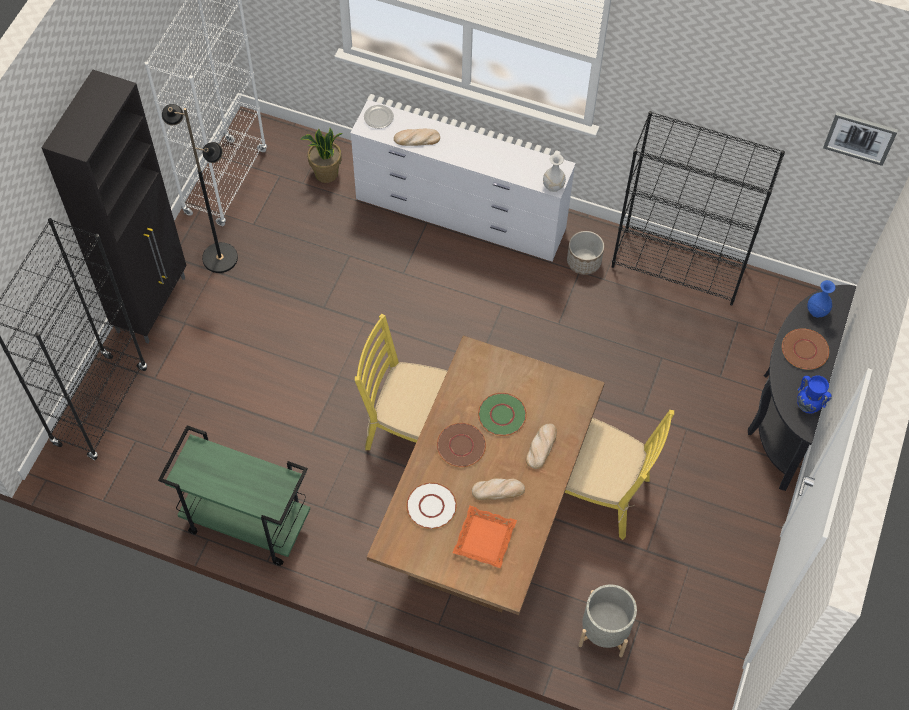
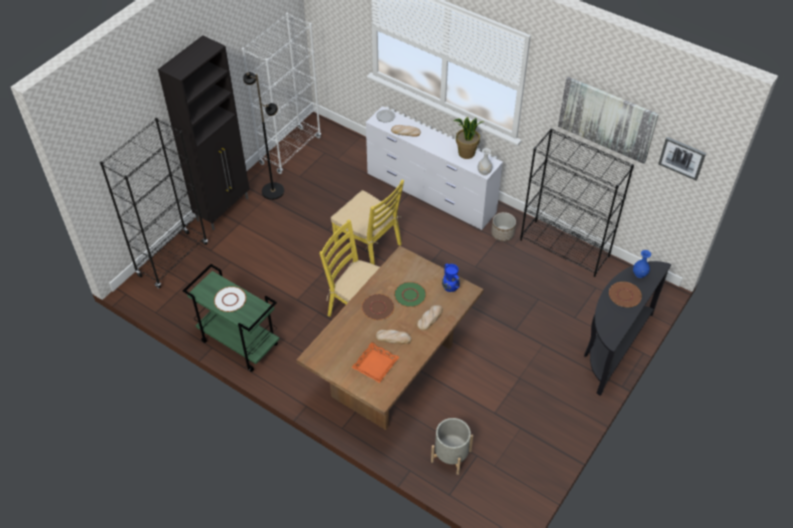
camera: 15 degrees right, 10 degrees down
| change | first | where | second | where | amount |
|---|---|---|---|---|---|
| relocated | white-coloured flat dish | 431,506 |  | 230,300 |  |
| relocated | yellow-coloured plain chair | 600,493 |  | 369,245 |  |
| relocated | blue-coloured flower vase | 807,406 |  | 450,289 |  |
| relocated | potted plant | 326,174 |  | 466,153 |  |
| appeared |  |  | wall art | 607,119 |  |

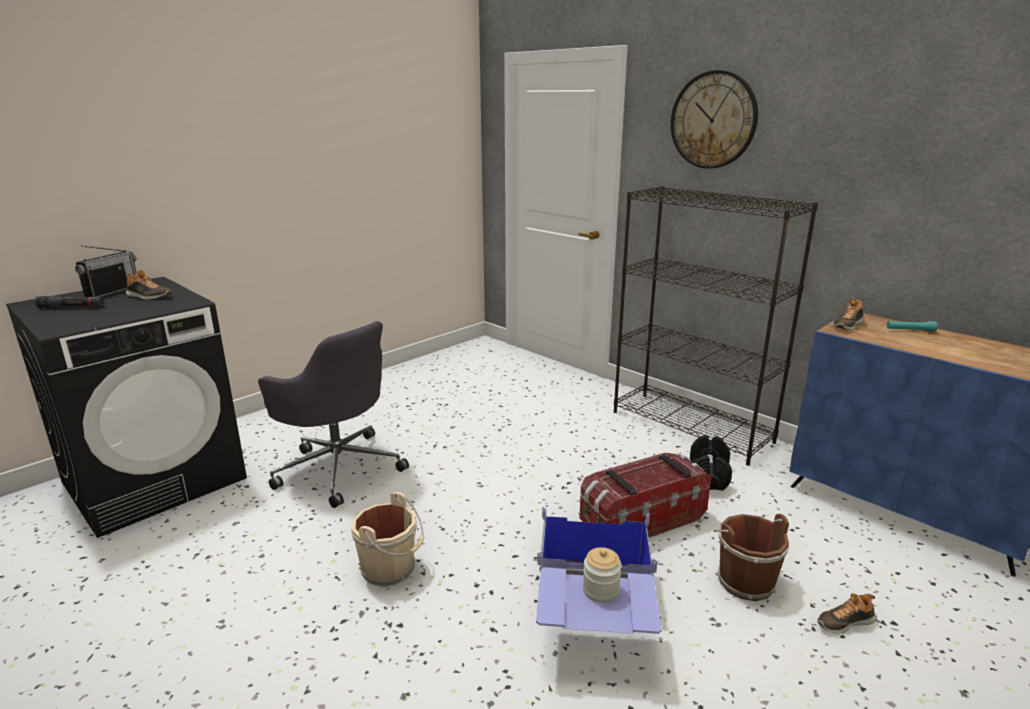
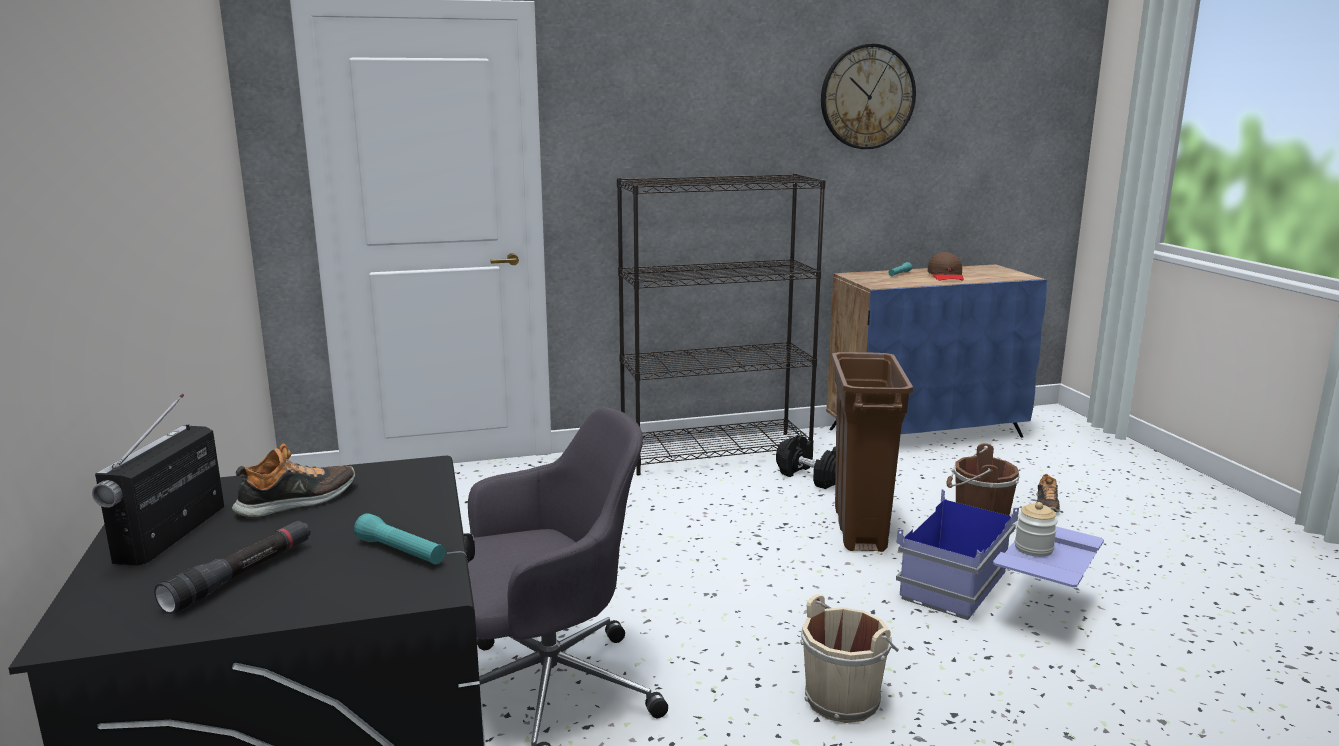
camera: 60 degrees left, 5 degrees down
| change | first | where | second | where | amount |
|---|---|---|---|---|---|
| spun | radio | 112,291 |  | 172,534 | 135 degrees counterclockwise |
| appeared |  |  | turquoise-coloured torch | 401,552 |  |
| relocated | wall clock | 713,120 |  | 867,97 |  |
| exchanged | storage bin | 641,520 | brown rubbish bin | 860,530 |  |
| appeared |  |  | brown baseball cap | 946,276 |  |
| missing | shoe | 847,325 |  |  |  |

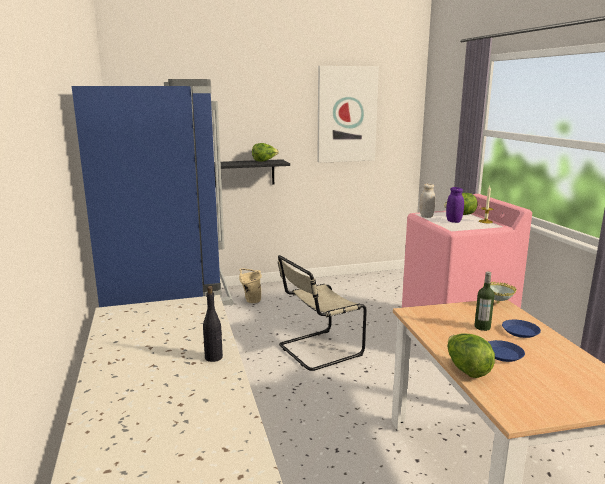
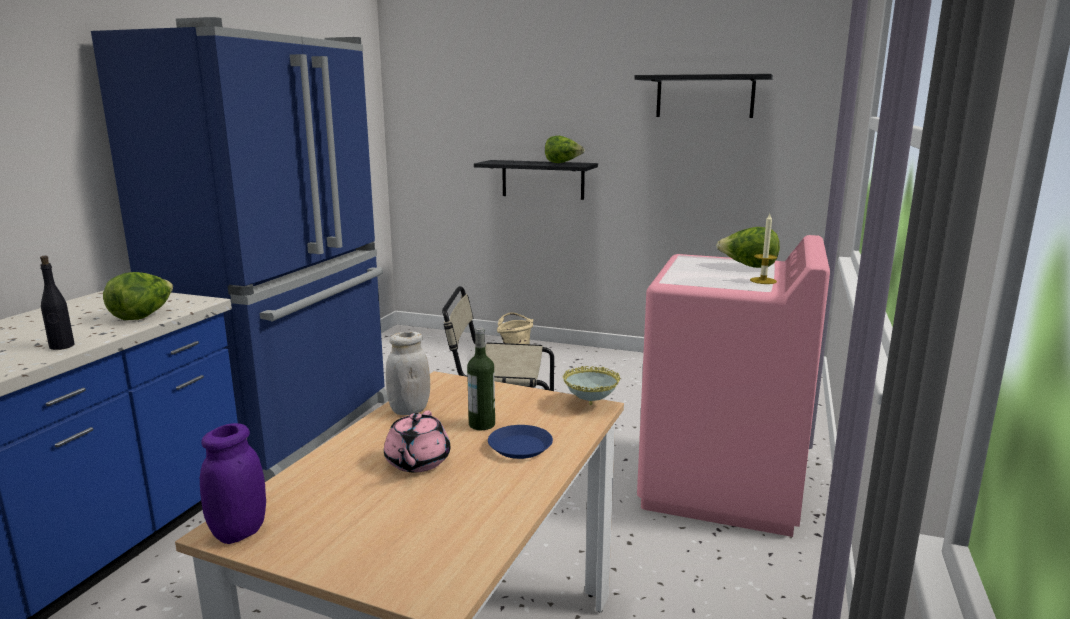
camera: 35 degrees right, 0 degrees up
| change | first | where | second | where | amount |
|---|---|---|---|---|---|
| relocated | lettuce | 466,370 |  | 143,316 |  |
| relocated | purple jar | 453,221 |  | 239,532 |  |
| exchanged | blue-coloured flat dish | 503,354 | pink-coloured teapot | 417,462 |  |
| relocated | white-coloured jar | 426,216 |  | 409,410 |  |
| exchanged | wall art | 346,114 | blackish shelf | 705,96 |  |

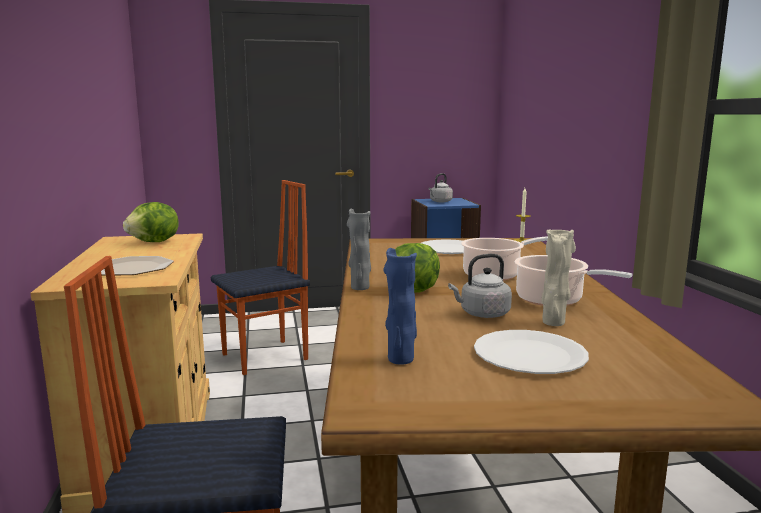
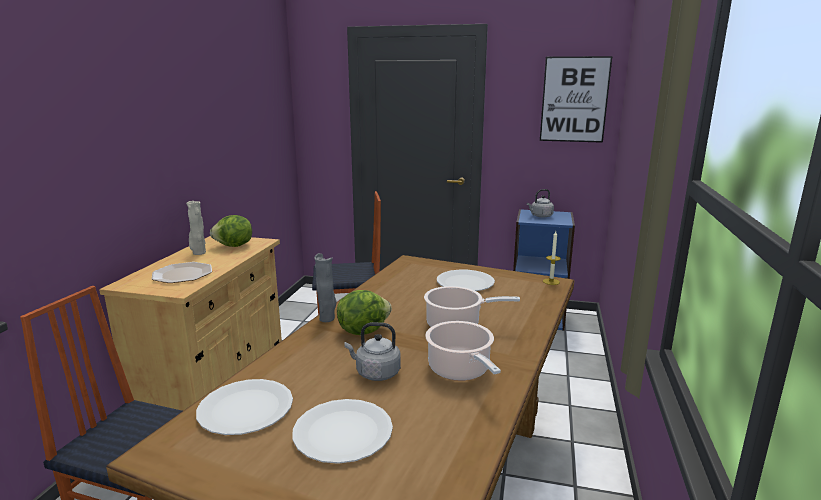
camera: 25 degrees right, 5 degrees up
| change | first | where | second | where | amount |
|---|---|---|---|---|---|
| relocated | sand-coloured flower vase | 553,323 |  | 198,253 |  |
| exchanged | blue-coloured flower vase | 401,359 | white-coloured flat dish | 246,409 |  |
| appeared |  |  | wall art | 574,99 |  |

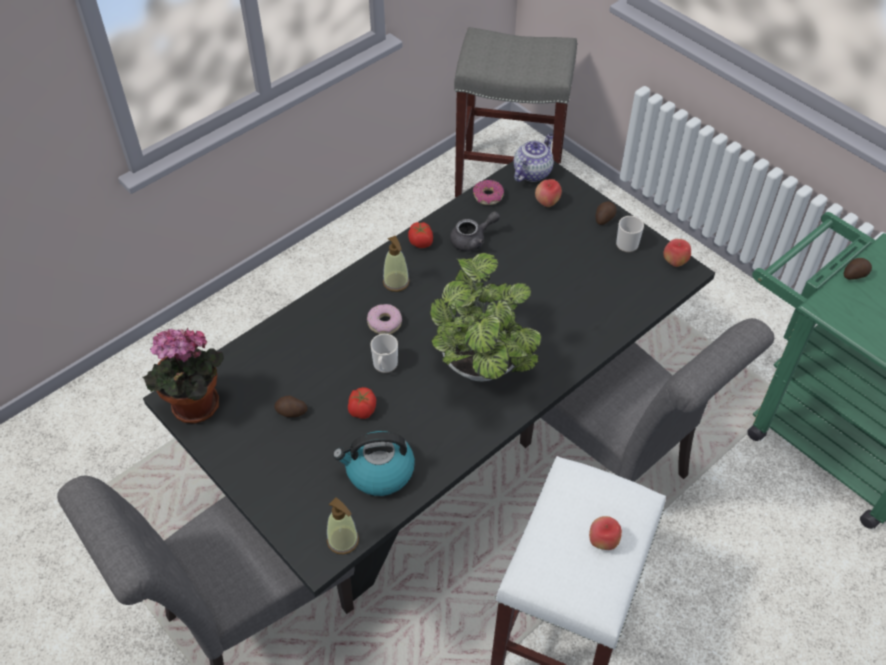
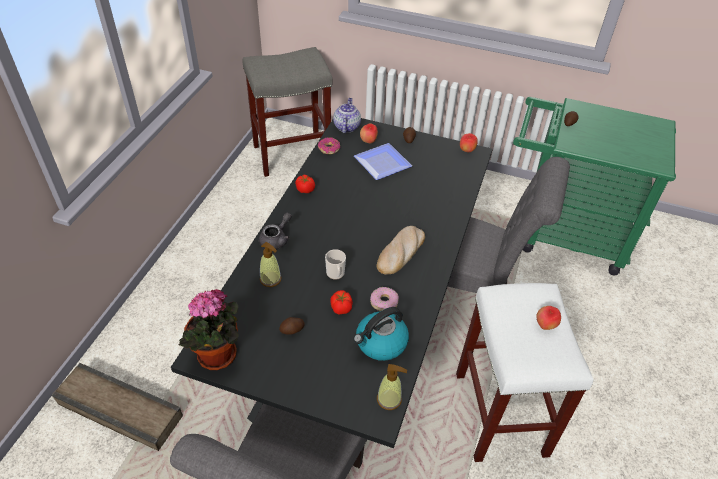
camera: 30 degrees left, 5 degrees down
| change | first | where | second | where | amount |
|---|---|---|---|---|---|
| appeared |  |  | packing crate | 119,411 |  |
| relocated | greyish teapot | 472,240 |  | 276,239 |  |
| relocated | soap dispenser | 396,282 |  | 270,279 |  |
| appeared |  |  | flat dish | 380,163 |  |
| relocated | doughnut | 384,323 |  | 384,302 |  |
| exchanged | potted plant | 482,370 | bread | 400,252 |  |
| missing | coffee mug | 628,242 |  |  |  |

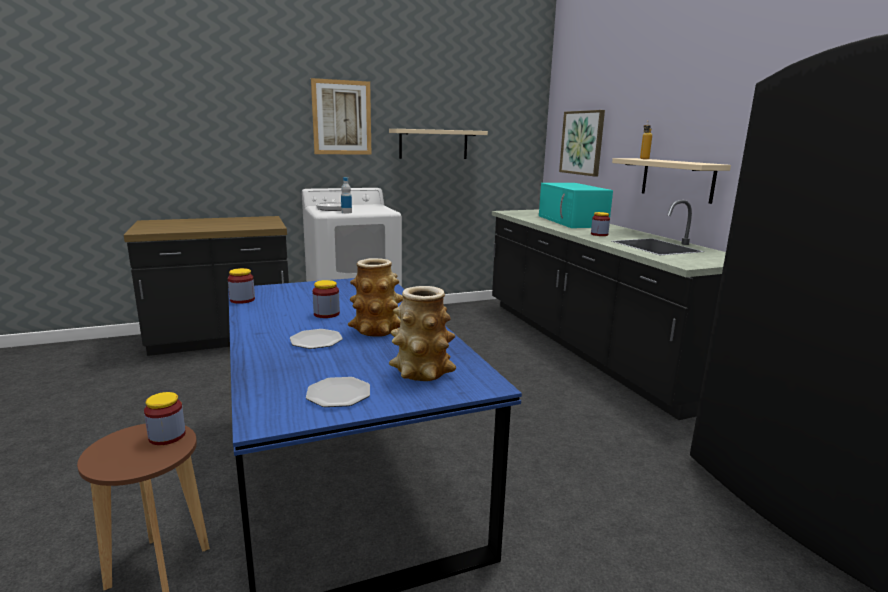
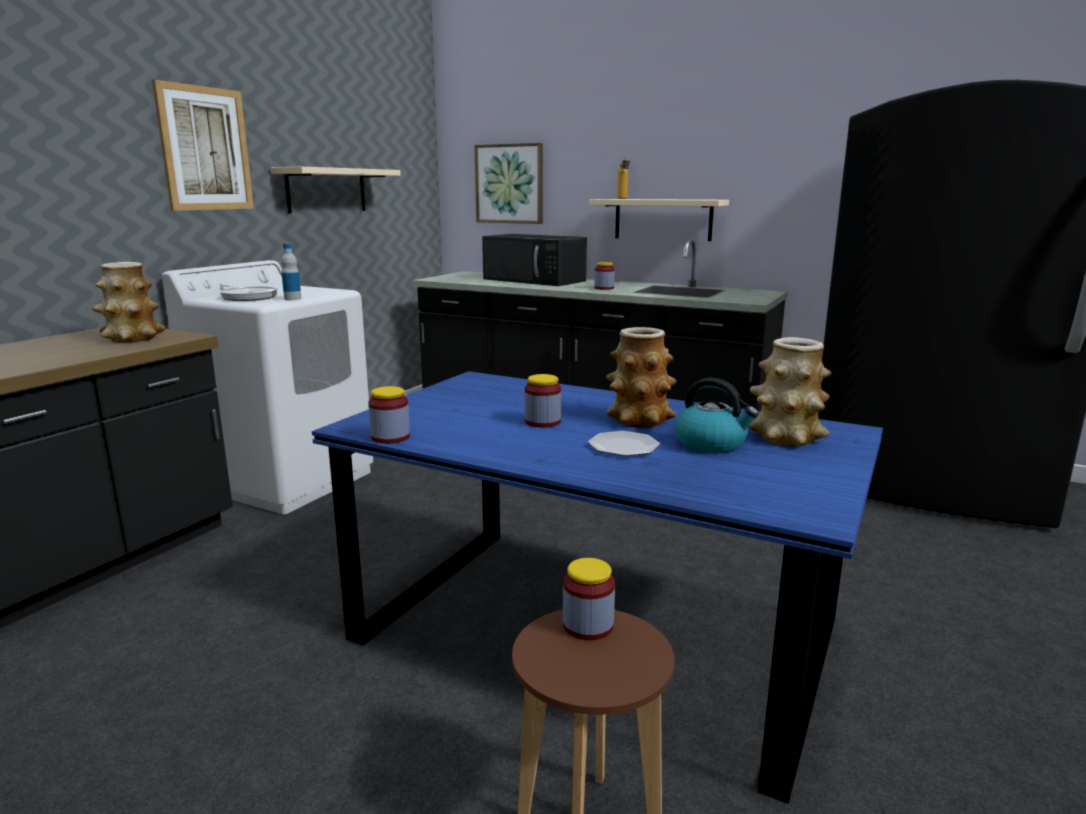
camera: 40 degrees left, 0 degrees up
| change | first | where | second | where | amount |
|---|---|---|---|---|---|
| appeared |  |  | flower vase | 132,339 |  |
| colour | turquoise-coloured microwave oven | 572,221 | blackish microwave oven | 535,280 |  |
| appeared |  |  | water kettle | 711,444 |  |
| missing | flat dish | 338,394 |  |  |  |

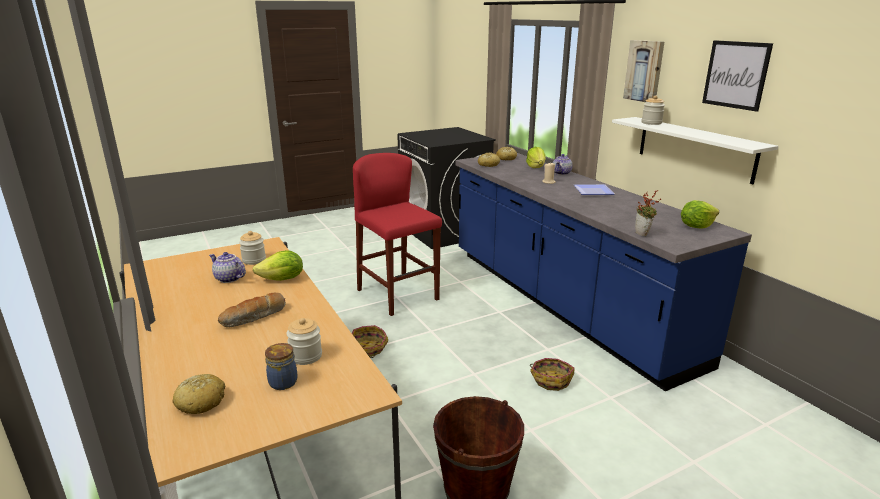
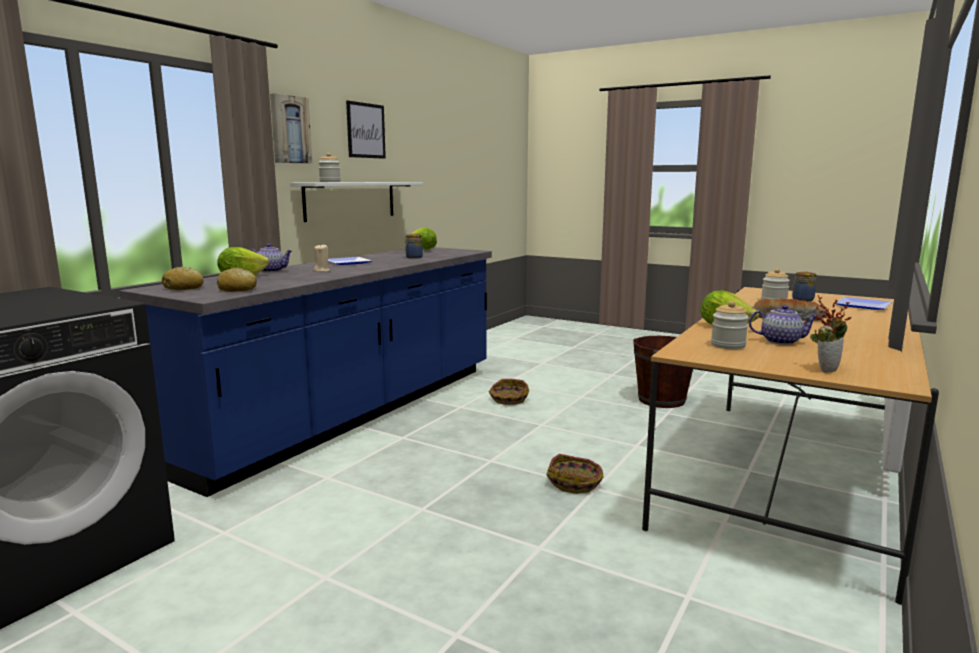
camera: 120 degrees left, 10 degrees down
| change | first | where | second | where | amount |
|---|---|---|---|---|---|
| appeared |  |  | jar | 413,257 |  |
| spun | teapot | 228,279 |  | 781,341 | 75 degrees counterclockwise |
| relocated | potted plant | 643,234 |  | 825,369 |  |
| exchanged | bread | 201,402 | flat dish | 864,306 |  |
| missing | reddish stool seat | 398,295 |  |  |  |

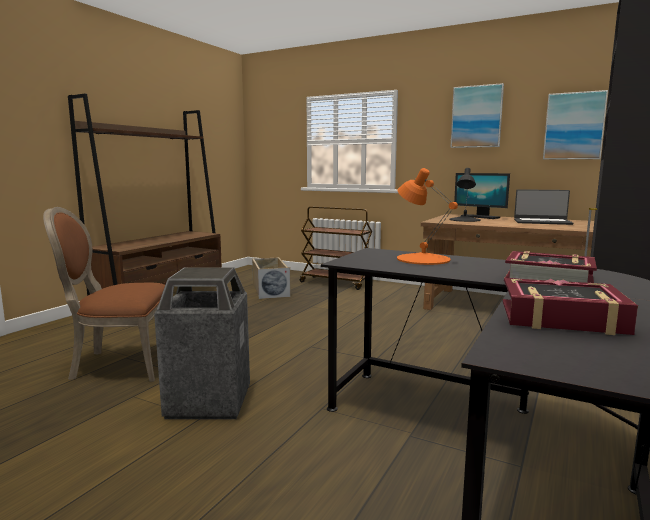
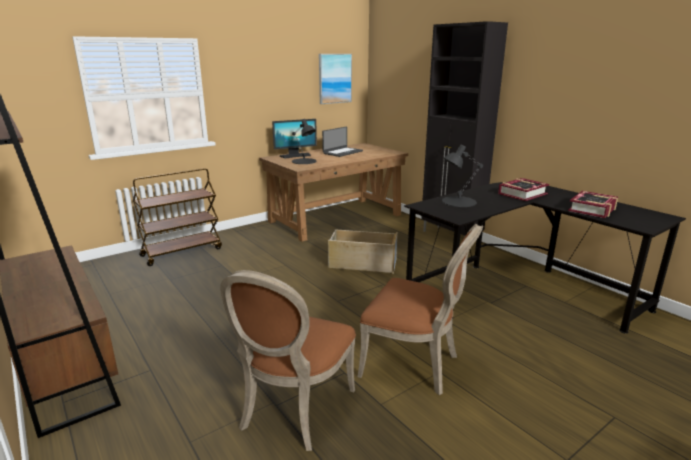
camera: 65 degrees left, 10 degrees up
| change | first | where | second | where | amount |
|---|---|---|---|---|---|
| relocated | sand-coloured storage bin | 270,290 |  | 362,264 |  |
| exchanged | rubbish bin | 208,402 | brown plain chair | 414,364 |  |
| colour | orangey tabletop lamp | 422,259 | blackish tabletop lamp | 458,201 |  |
| missing | wall art | 476,117 |  |  |  |

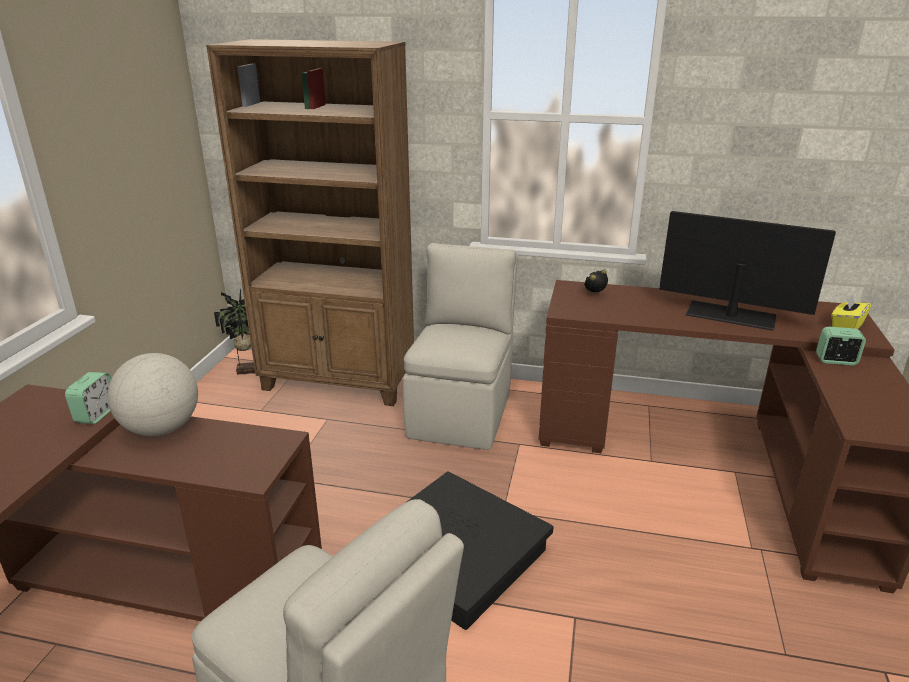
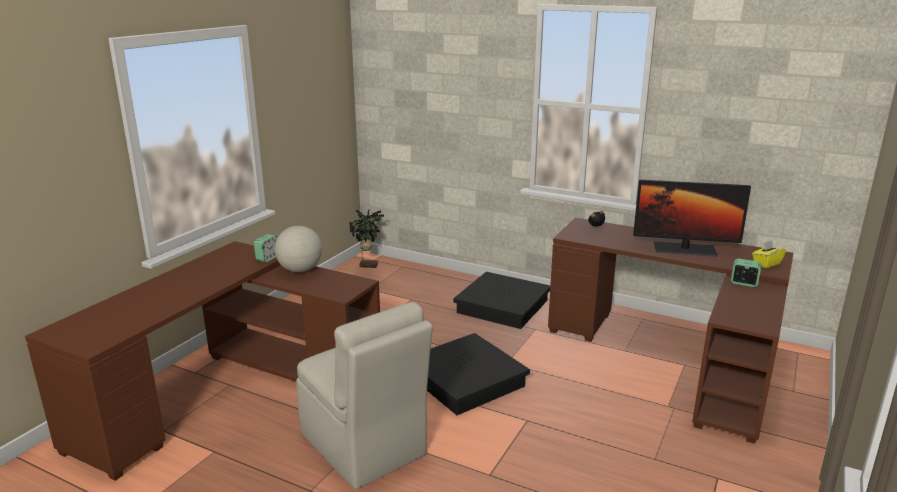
camera: 15 degrees right, 5 degrees down
| change | first | where | second | where | amount |
|---|---|---|---|---|---|
| exchanged | sand-coloured plain chair | 461,412 | blackish storage bin | 503,306 |  |
| spun | monitor | 730,315 |  | 685,249 | 150 degrees clockwise |
| missing | brown bookshelf | 339,382 |  |  |  |

